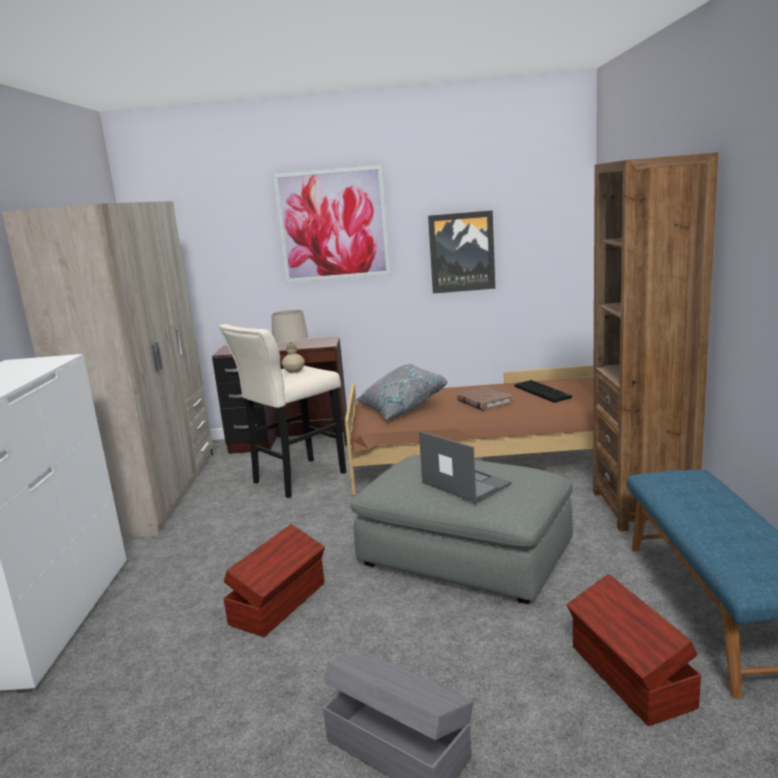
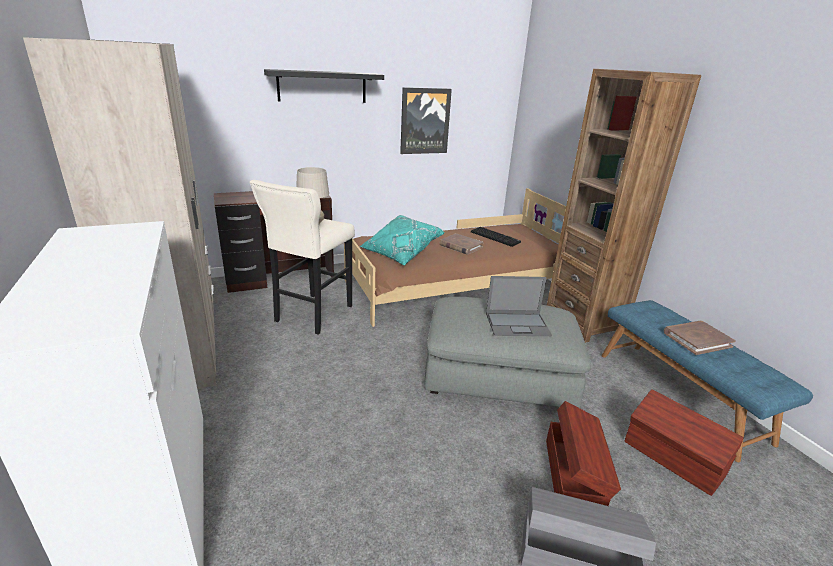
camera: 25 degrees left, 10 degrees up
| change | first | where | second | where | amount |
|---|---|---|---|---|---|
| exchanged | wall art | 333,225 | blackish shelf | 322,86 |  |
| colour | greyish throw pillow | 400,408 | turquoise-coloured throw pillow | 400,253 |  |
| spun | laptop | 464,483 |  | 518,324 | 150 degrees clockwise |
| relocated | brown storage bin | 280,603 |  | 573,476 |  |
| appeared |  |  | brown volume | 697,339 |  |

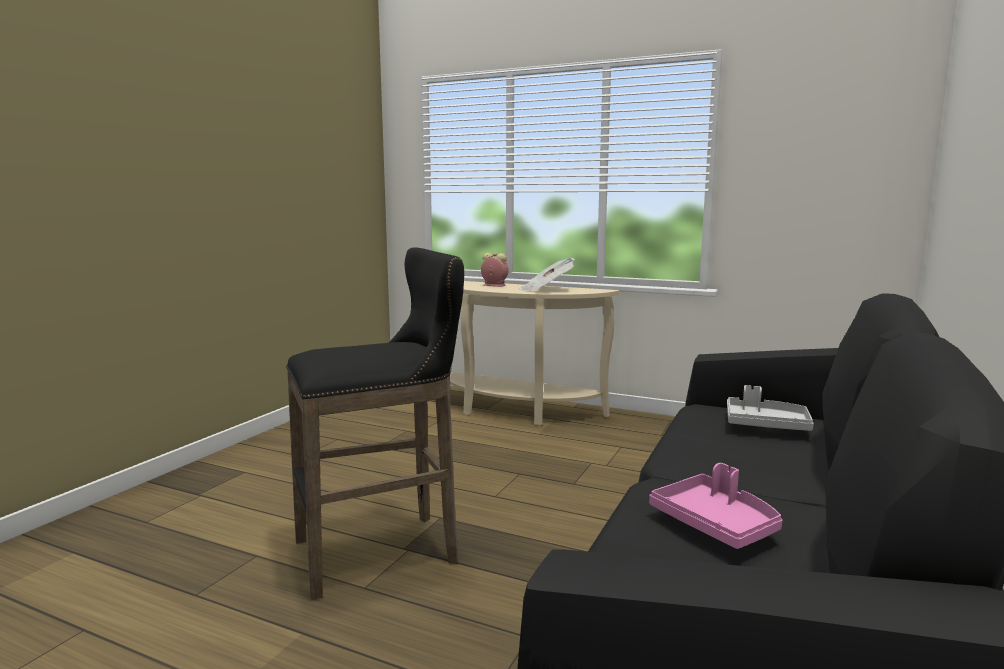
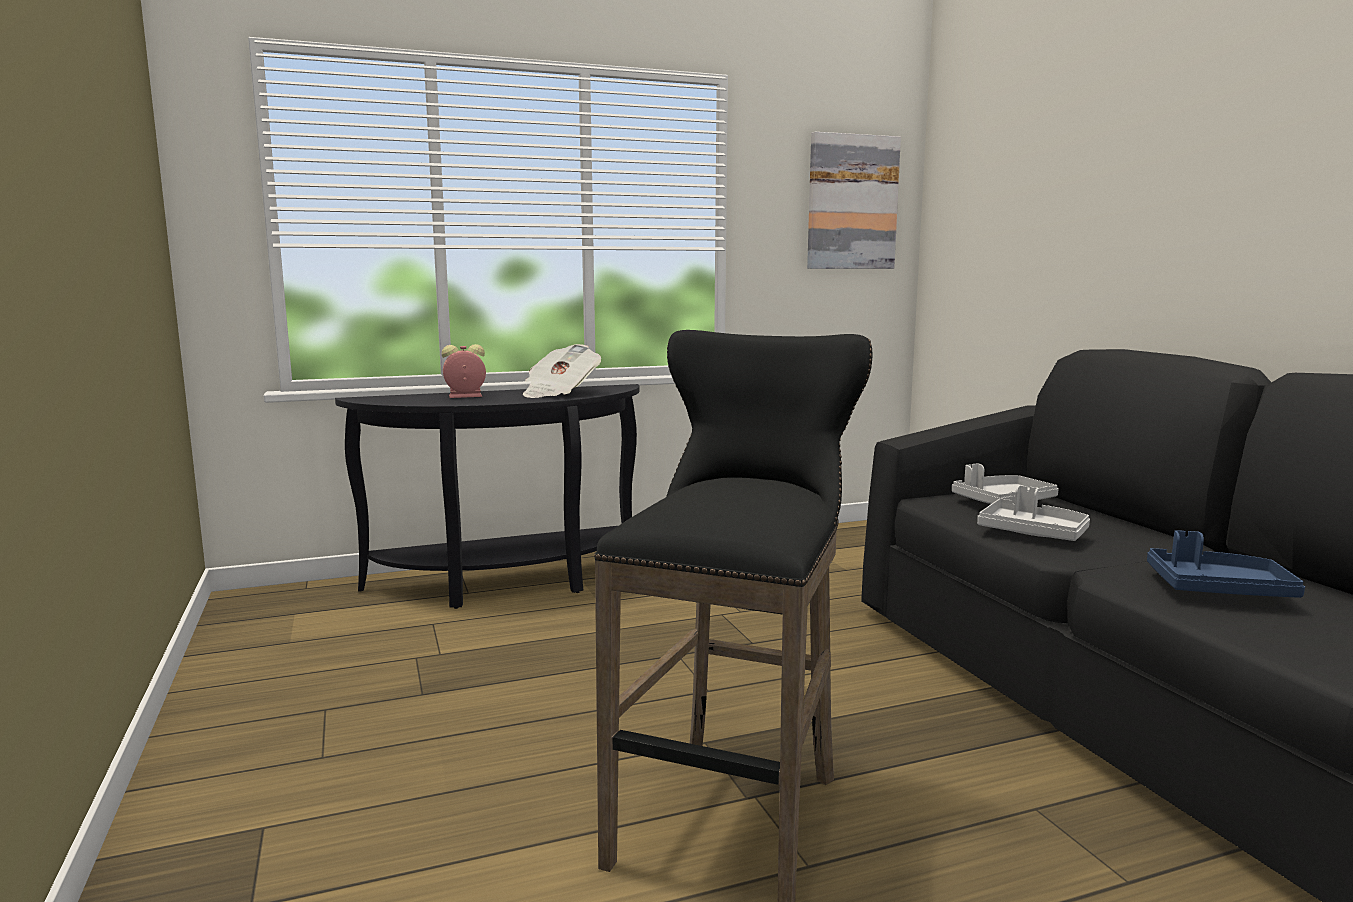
camera: 45 degrees left, 0 degrees up
| change | first | where | second | where | amount |
|---|---|---|---|---|---|
| colour | sand-coloured console table | 512,411 | blackish console table | 508,585 |  |
| appeared |  |  | wall art | 851,202 |  |
| appeared |  |  | greyish serving tray | 1032,533 |  |
| colour | pink-coloured serving tray | 716,524 | blue-coloured serving tray | 1217,589 |  |

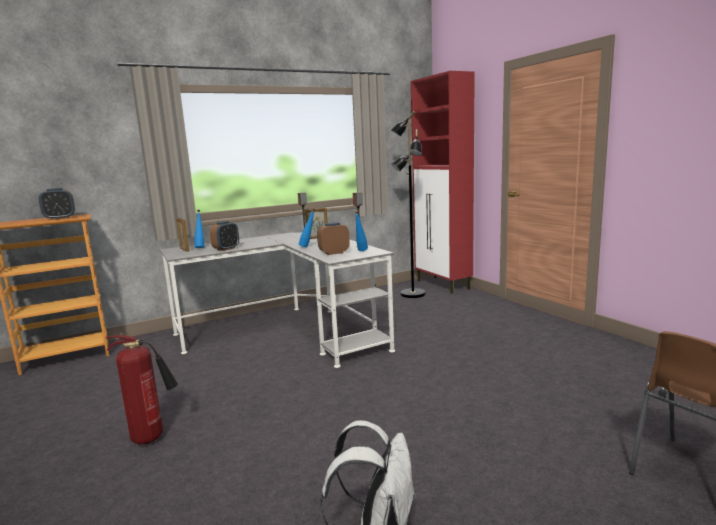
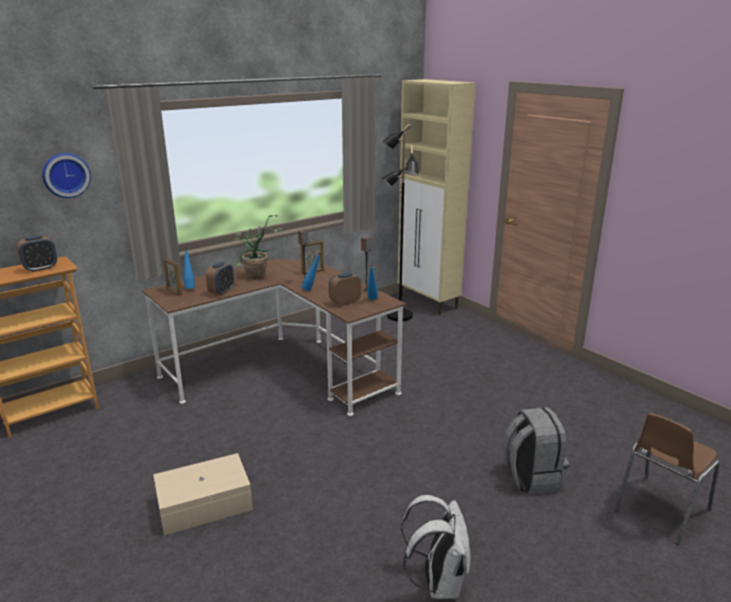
camera: 10 degrees left, 10 degrees up
| change | first | where | second | where | amount |
|---|---|---|---|---|---|
| appeared |  |  | wall clock | 65,175 |  |
| colour | greyish desk | 288,332 | brown desk | 283,371 |  |
| exchanged | fire extinguisher | 152,438 | sand-coloured storage bin | 203,504 |  |
| appeared |  |  | potted plant | 256,278 |  |
| colour | reddish storage cabinet | 443,285 | sand-coloured storage cabinet | 428,302 |  |
| appeared |  |  | greyish backpack | 531,477 |  |

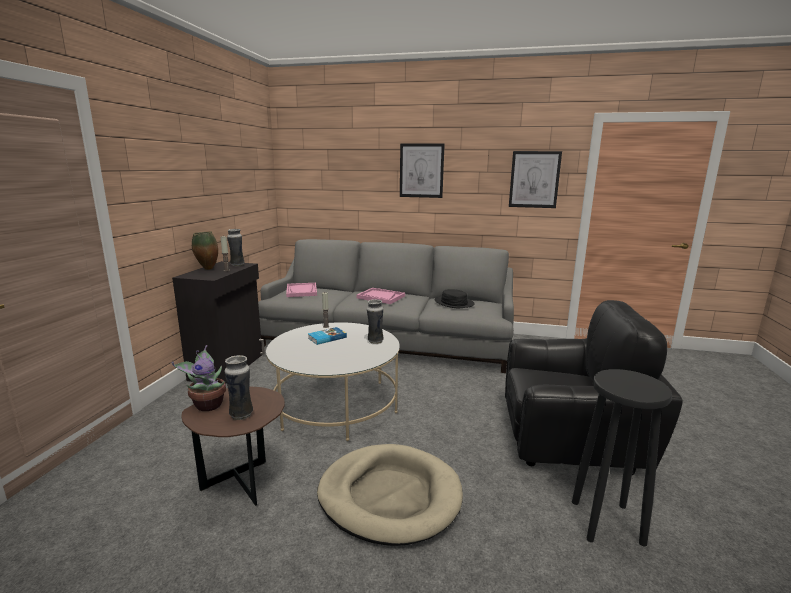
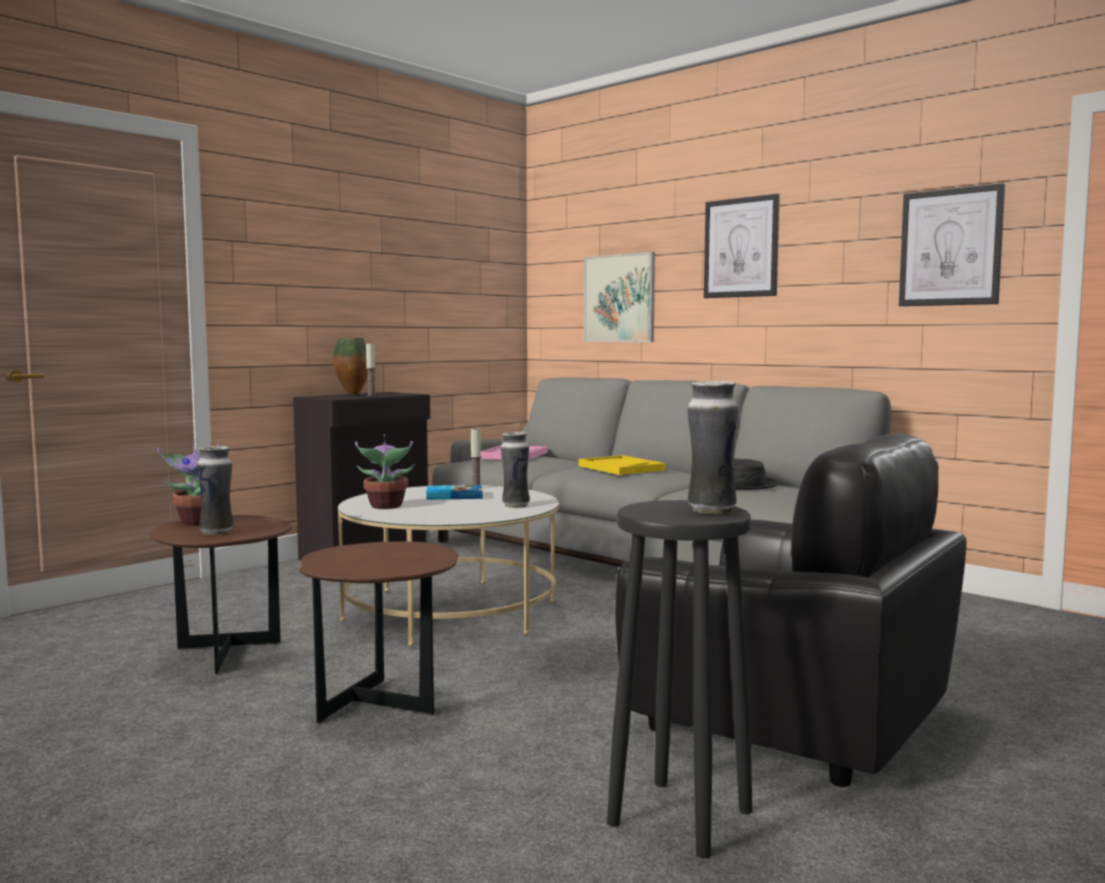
camera: 30 degrees right, 10 degrees down
| change | first | where | second | where | amount |
|---|---|---|---|---|---|
| exchanged | sand-coloured dog cushion | 389,496 | brown side table | 383,706 |  |
| appeared |  |  | potted plant | 386,506 |  |
| colour | pink-coloured serving tray | 380,297 | yellow-coloured serving tray | 621,468 |  |
| appeared |  |  | wall art | 619,298 |  |
| relocated | flower vase | 237,265 |  | 710,511 |  |

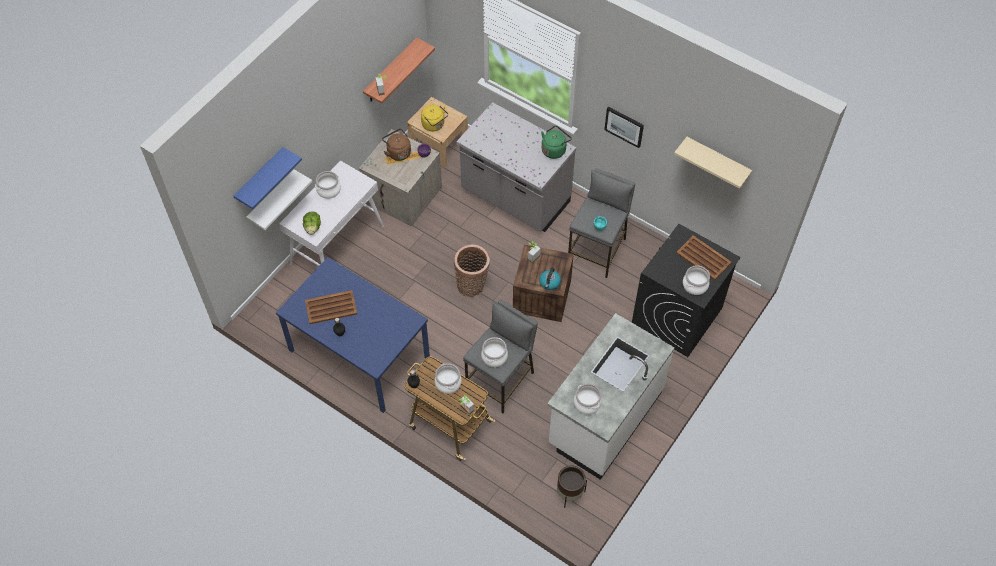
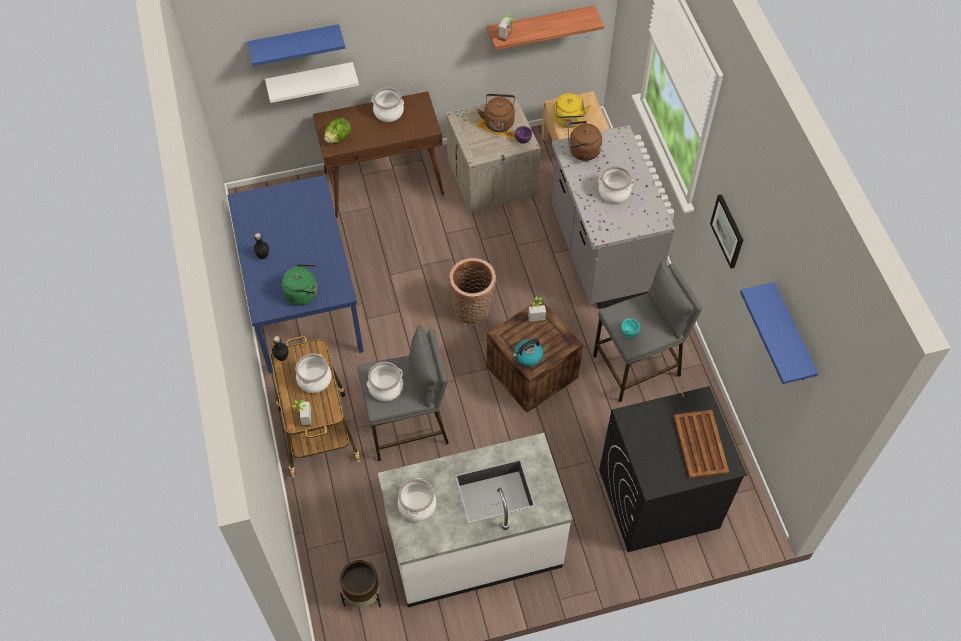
camera: 40 degrees right, 0 degrees up
| change | first | where | second | where | amount |
|---|---|---|---|---|---|
| relocated | green water kettle | 554,149 |  | 303,293 |  |
| colour | white-coloured console table | 337,244 | brown console table | 384,183 |  |
| appeared |  |  | brown water kettle | 582,151 |  |
| relocated | stockpot | 695,285 |  | 614,192 |  |
| colour | sand-coloured shelf | 717,161 | blue-coloured shelf | 791,336 |  |
| missing | brown serving tray | 330,307 |  |  |  |

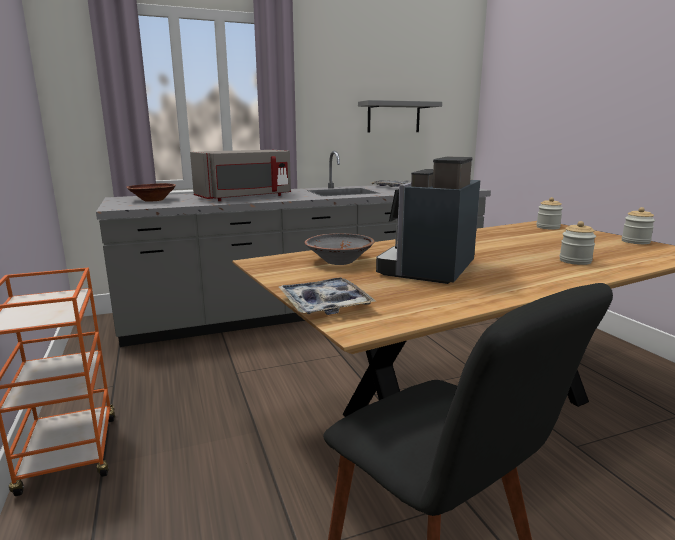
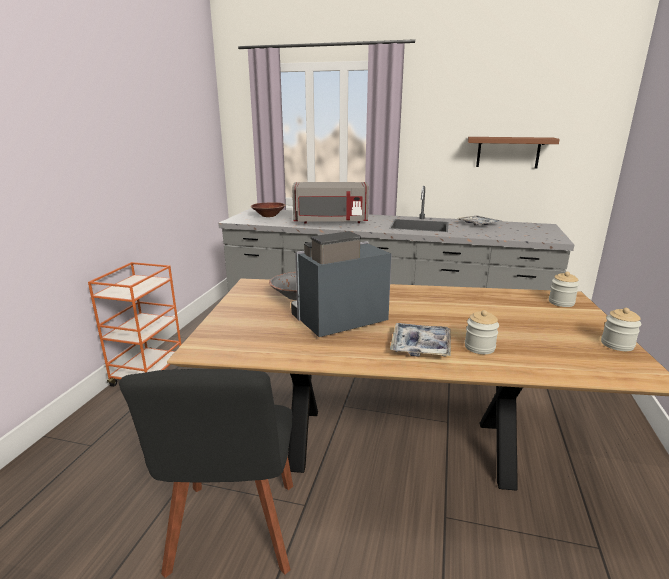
camera: 35 degrees right, 5 degrees up
| change | first | where | second | where | amount |
|---|---|---|---|---|---|
| relocated | serving tray | 325,304 |  | 420,346 |  |
| colour | greyish shelf | 393,117 | brown shelf | 508,152 |  |

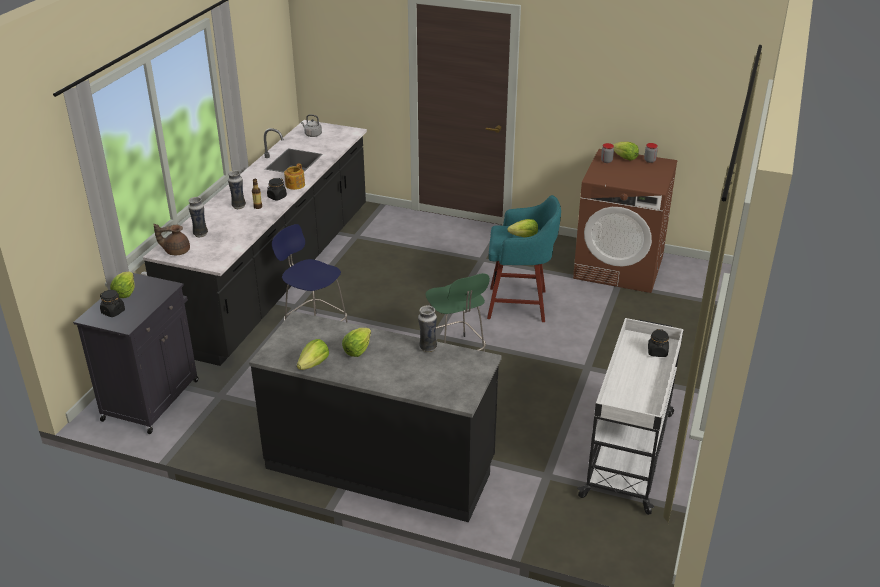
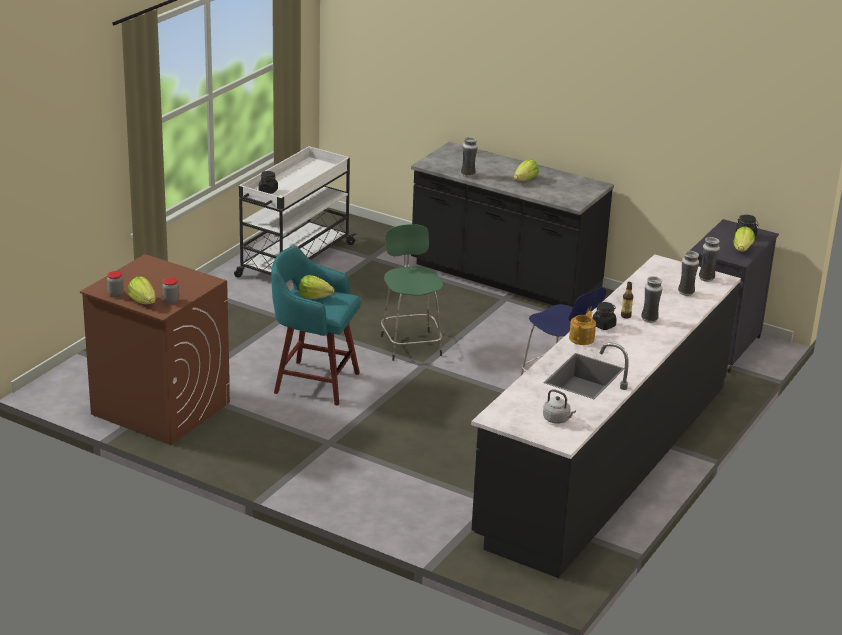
camera: 170 degrees left, 5 degrees down
| change | first | where | second | where | amount |
|---|---|---|---|---|---|
| exchanged | brown teapot | 176,251 | flower vase | 706,279 |  |
| missing | lettuce | 314,364 |  |  |  |

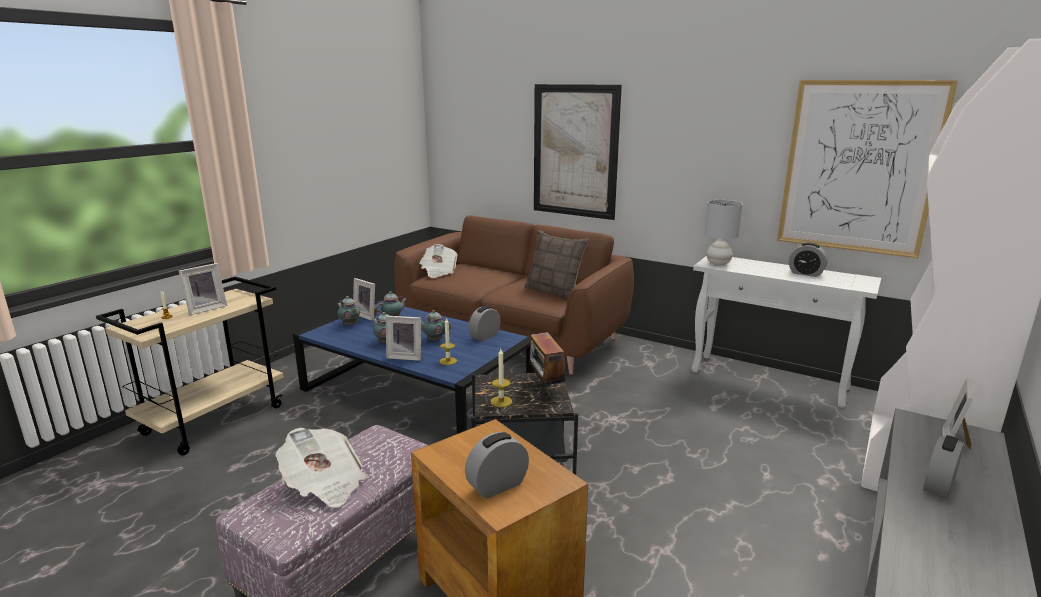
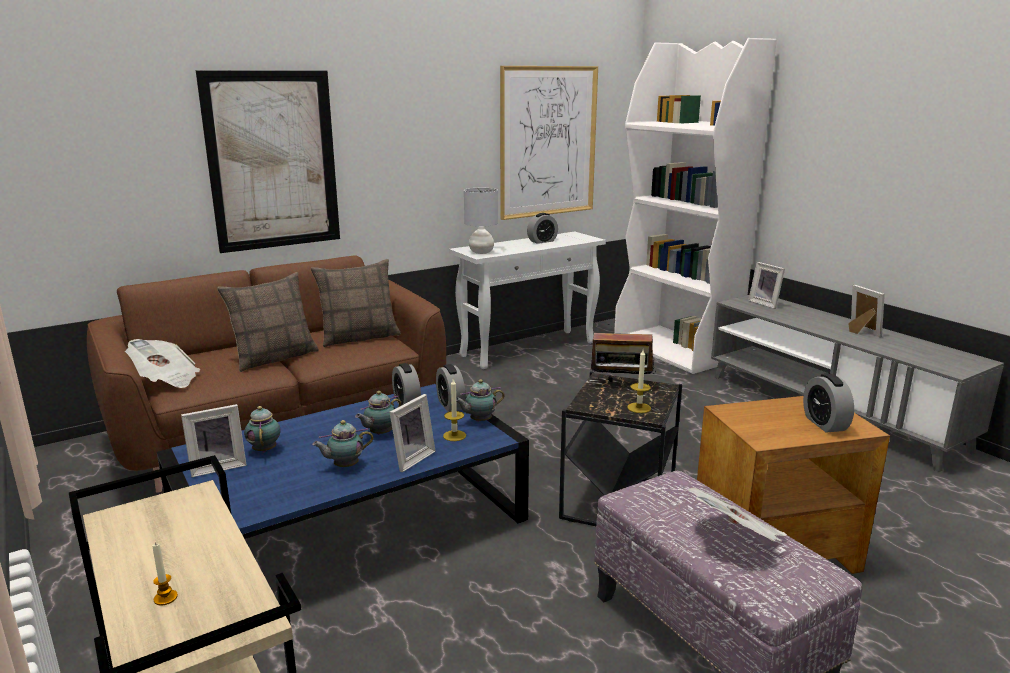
camera: 65 degrees left, 0 degrees up
| change | first | where | second | where | amount |
|---|---|---|---|---|---|
| appeared |  |  | throw pillow | 274,358 |  |
| relocated | table clock | 938,486 |  | 450,405 |  |
| relocated | teapot | 349,324 |  | 479,421 |  |
| relocated | picture frame | 206,308 |  | 860,332 |  |

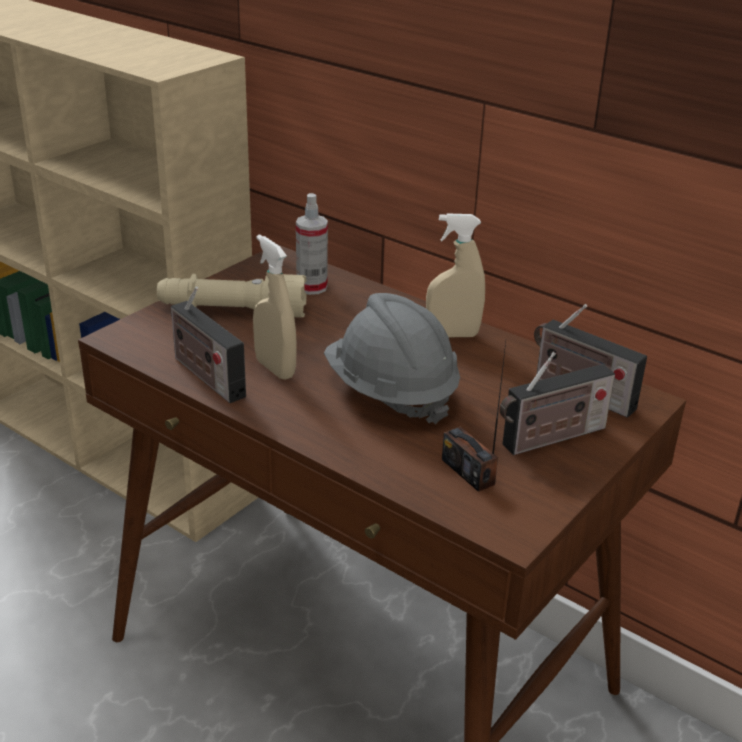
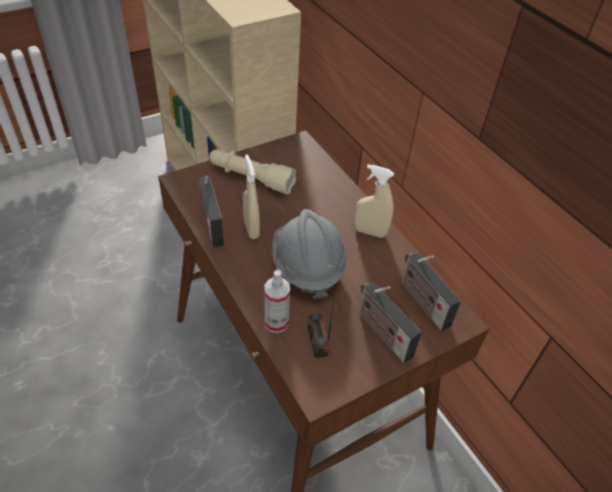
camera: 20 degrees right, 15 degrees up
| change | first | where | second | where | amount |
|---|---|---|---|---|---|
| relocated | hand sprayer | 311,287 |  | 276,322 |  |
| spun | radio | 550,439 |  | 382,332 | 60 degrees clockwise |

